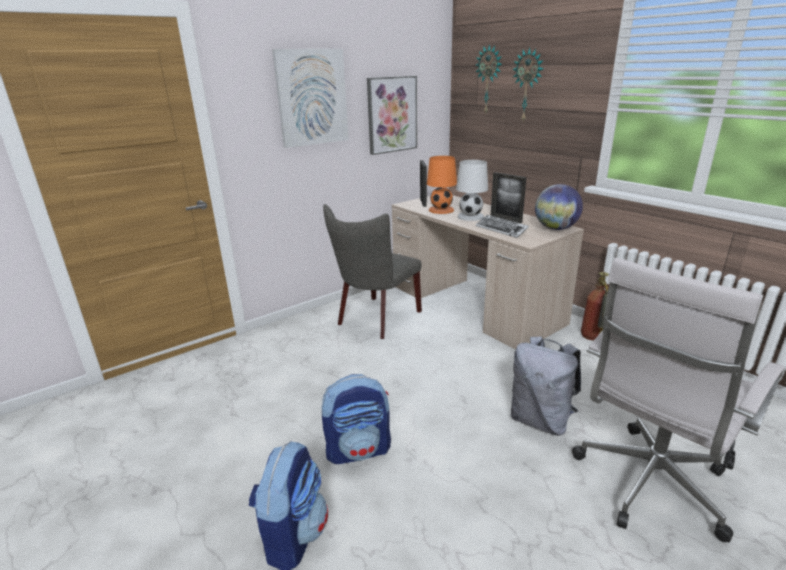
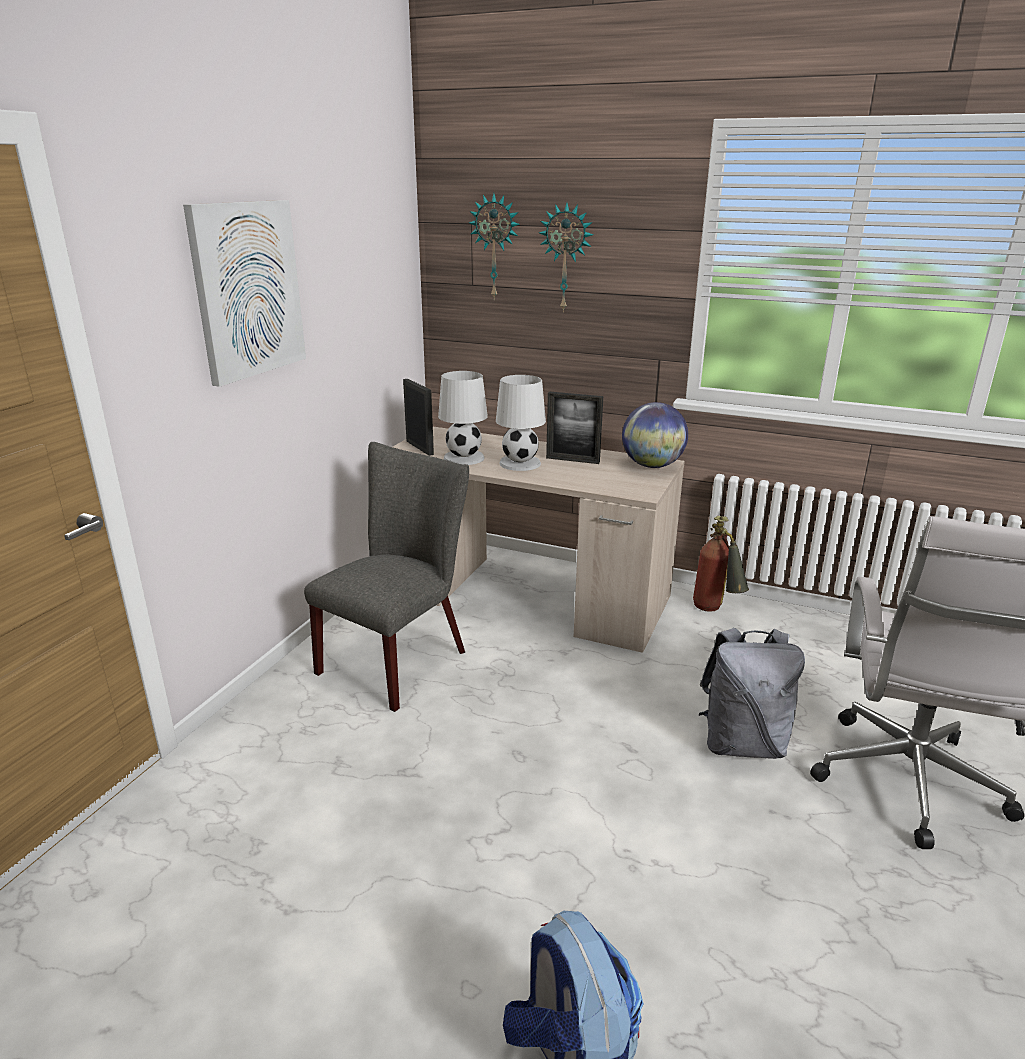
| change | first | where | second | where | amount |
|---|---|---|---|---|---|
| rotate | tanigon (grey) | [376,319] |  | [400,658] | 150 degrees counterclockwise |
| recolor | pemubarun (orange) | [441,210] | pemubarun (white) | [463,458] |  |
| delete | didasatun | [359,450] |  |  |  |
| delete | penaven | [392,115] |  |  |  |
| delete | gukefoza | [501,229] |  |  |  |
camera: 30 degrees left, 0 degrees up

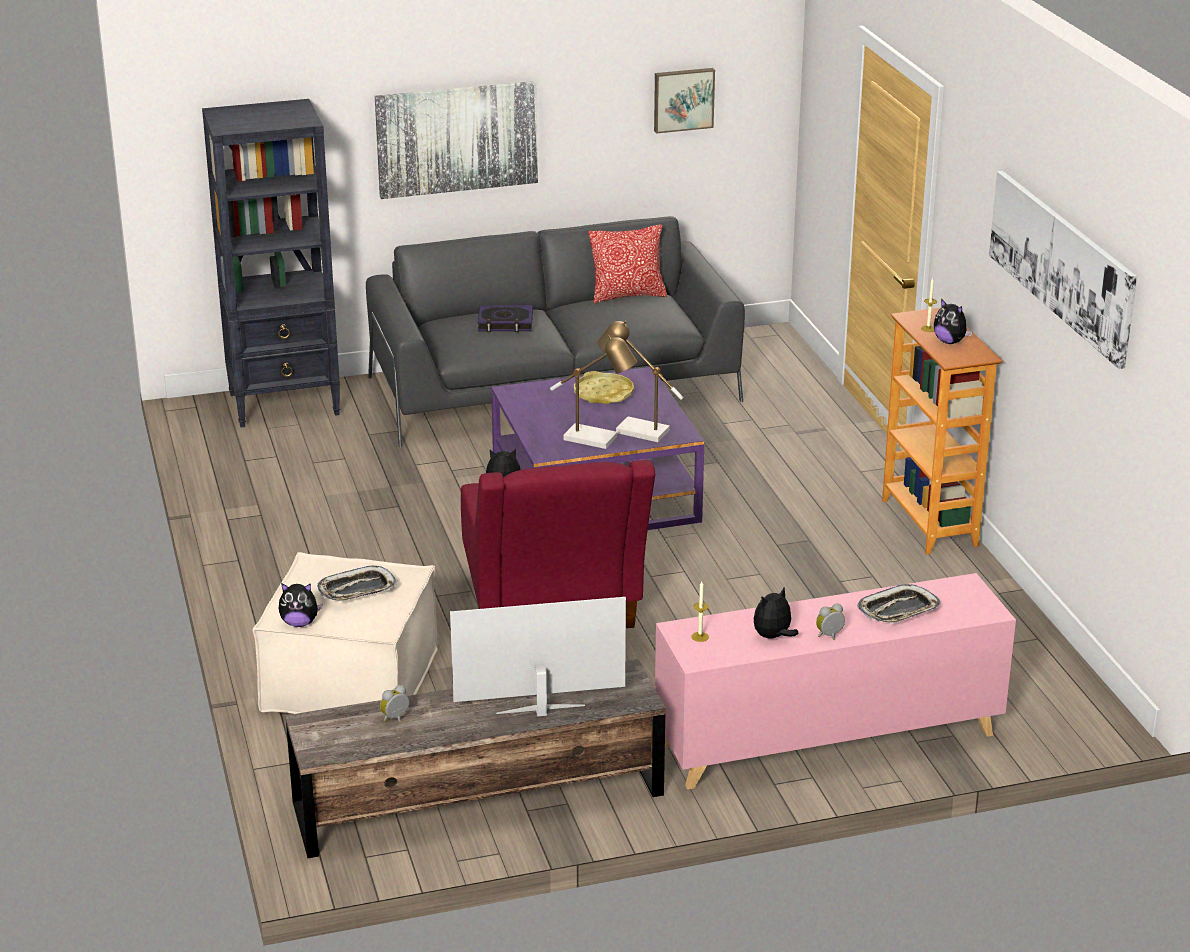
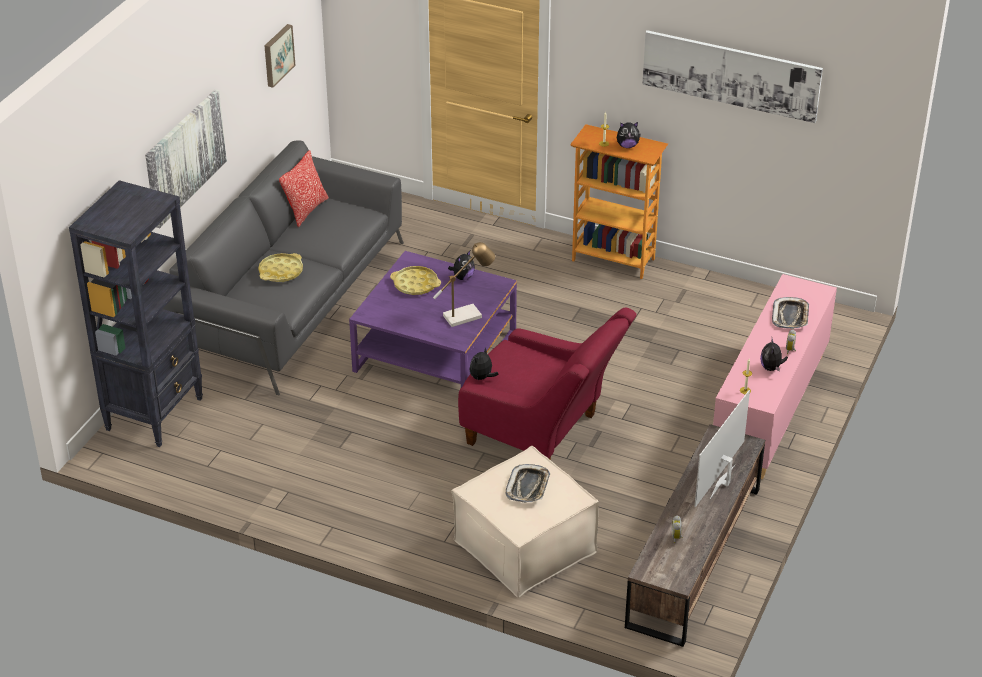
| change | first | where | second | where | amount |
|---|---|---|---|---|---|
| replace | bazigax | [505,323] | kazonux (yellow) | [281,271] |  |
| move | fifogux | [299,623] |  | [462,277] |  |
| delete | pemubarun | [635,430] |  |  |  |
camera: 50 degrees left, 10 degrees up

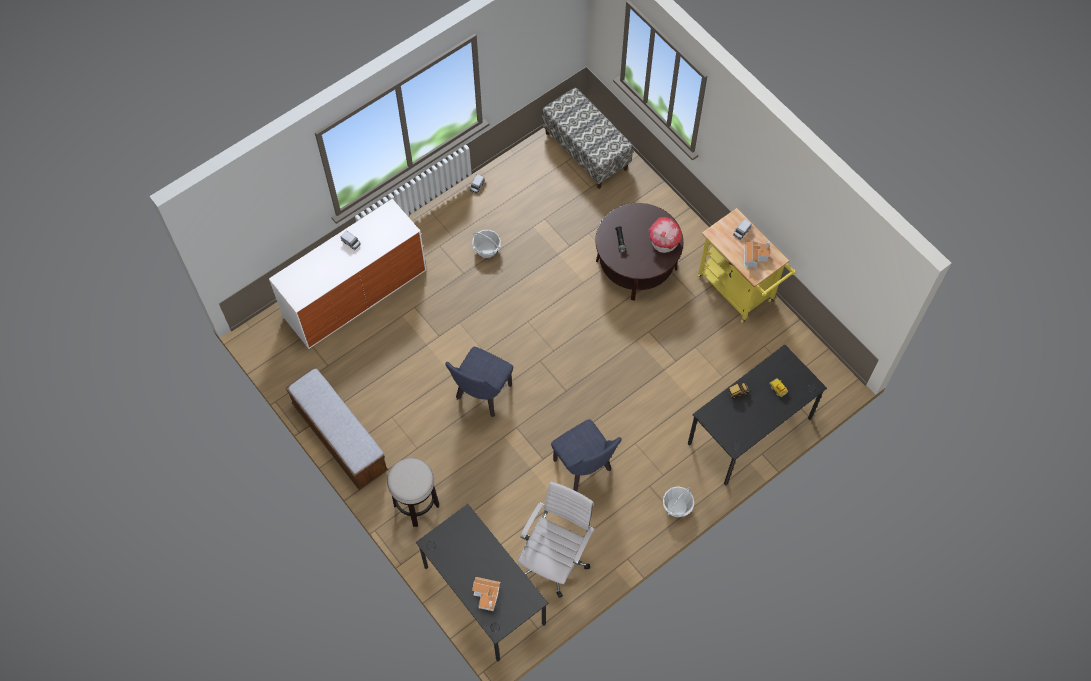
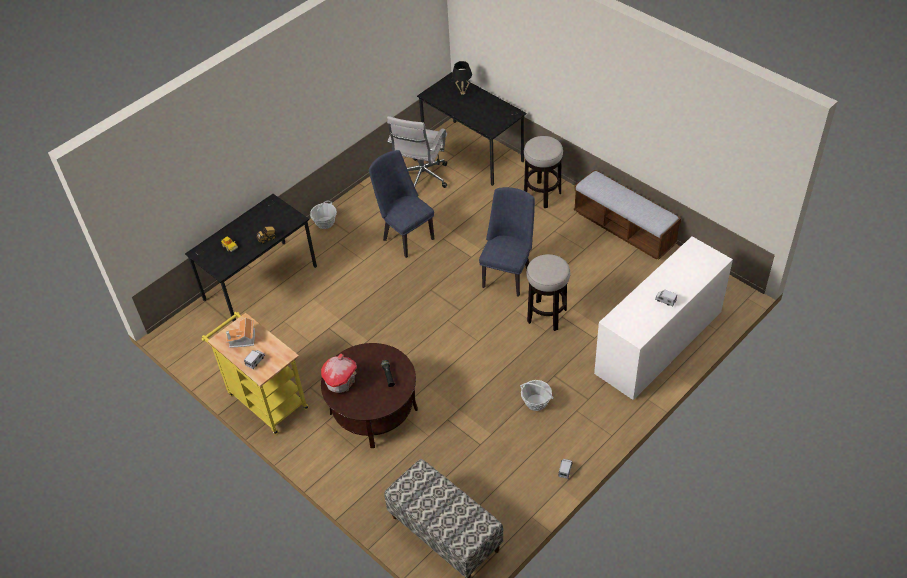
| change | first | where | second | where | amount |
|---|---|---|---|---|---|
| replace | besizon | [487,596] | pemubarun (black) | [463,93] |  |
| insert |  |  | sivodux | [547,315] |  |
camera: 175 degrees right, 15 degrees down

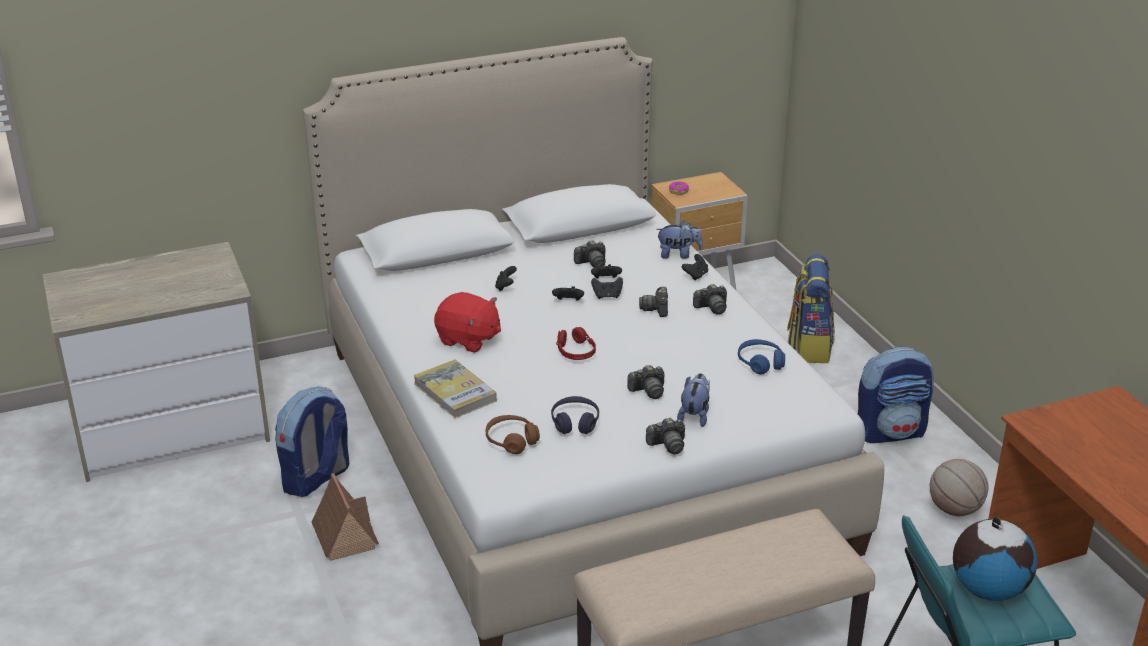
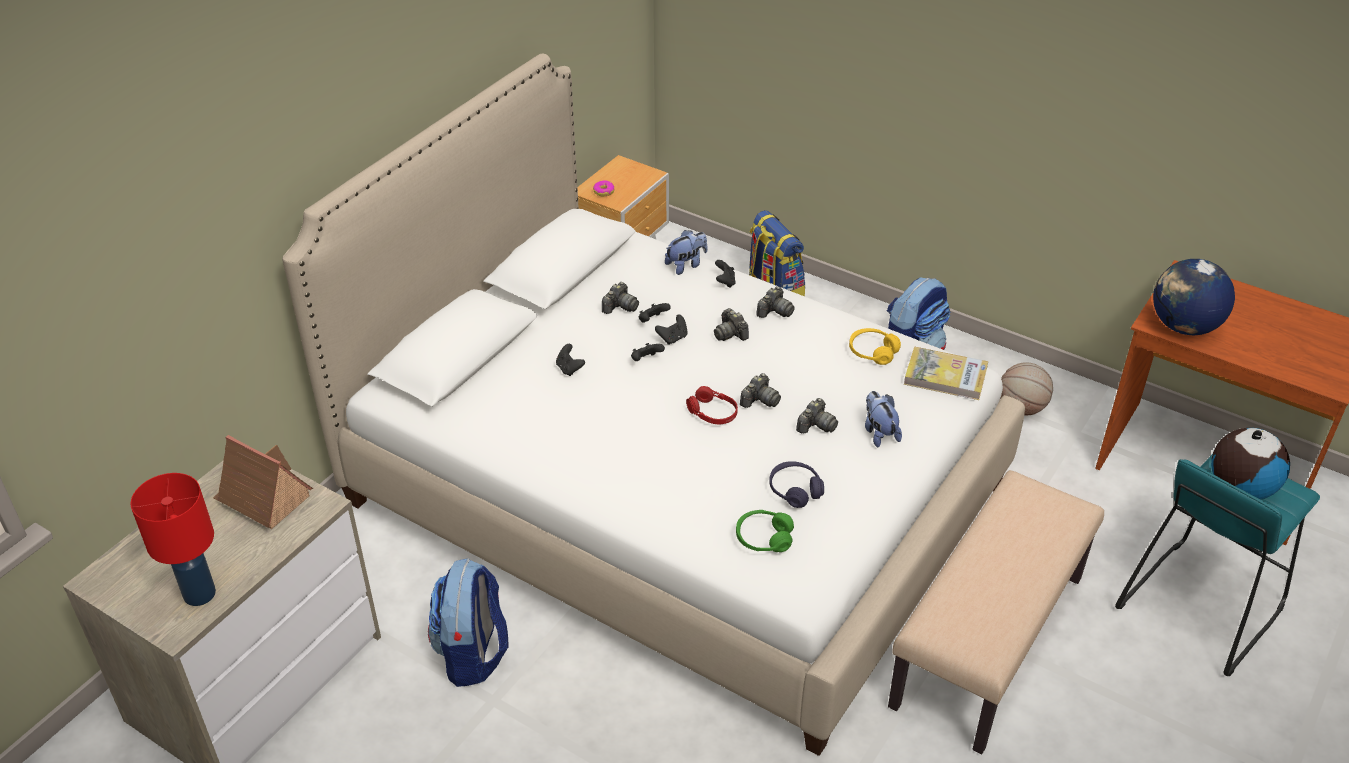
| change | first | where | second | where | amount |
|---|---|---|---|---|---|
| insert |  |  | pemubarun (red) | [198,593] |  |
| move | besizon | [344,535] |  | [263,498] |  |
| recolor | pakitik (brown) | [511,441] | pakitik (green) | [764,538] |  |
| move | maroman | [667,445] |  | [760,400] |  |
| recolor | pakitik (blue) | [760,363] | pakitik (yellow) | [872,352] |  |
| move | bazigax | [455,392] |  | [945,376] |  |
| insert |  |  | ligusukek | [1183,326] |  |
| delete | fifogux (red) | [468,339] |  |  |  |
camera: 35 degrees left, 10 degrees up

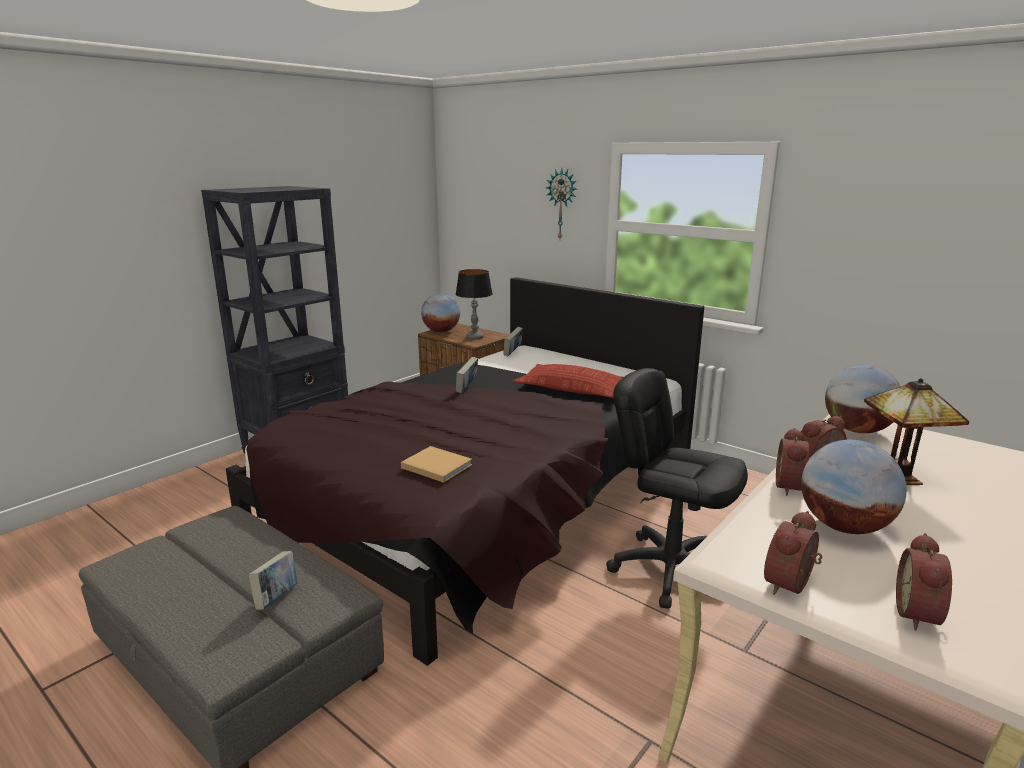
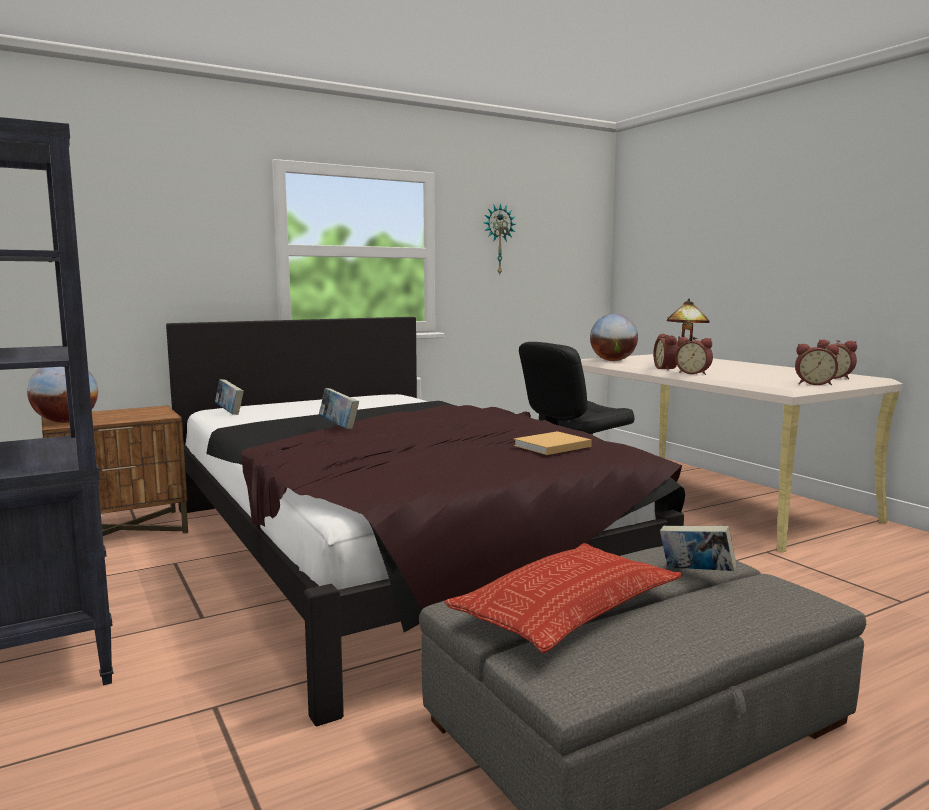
| change | first | where | second | where | amount |
|---|---|---|---|---|---|
| move | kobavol | [573,389] |  | [567,608] |  |
| move | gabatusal | [562,204] |  | [498,239] |  |
| rotate | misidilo | [791,585] |  | [814,384] | 45 degrees counterclockwise |
| delete | pemubarun | [475,337] |  |  |  |
| delete | ligusukek | [844,527] |  |  |  |
camera: 70 degrees left, 10 degrees down

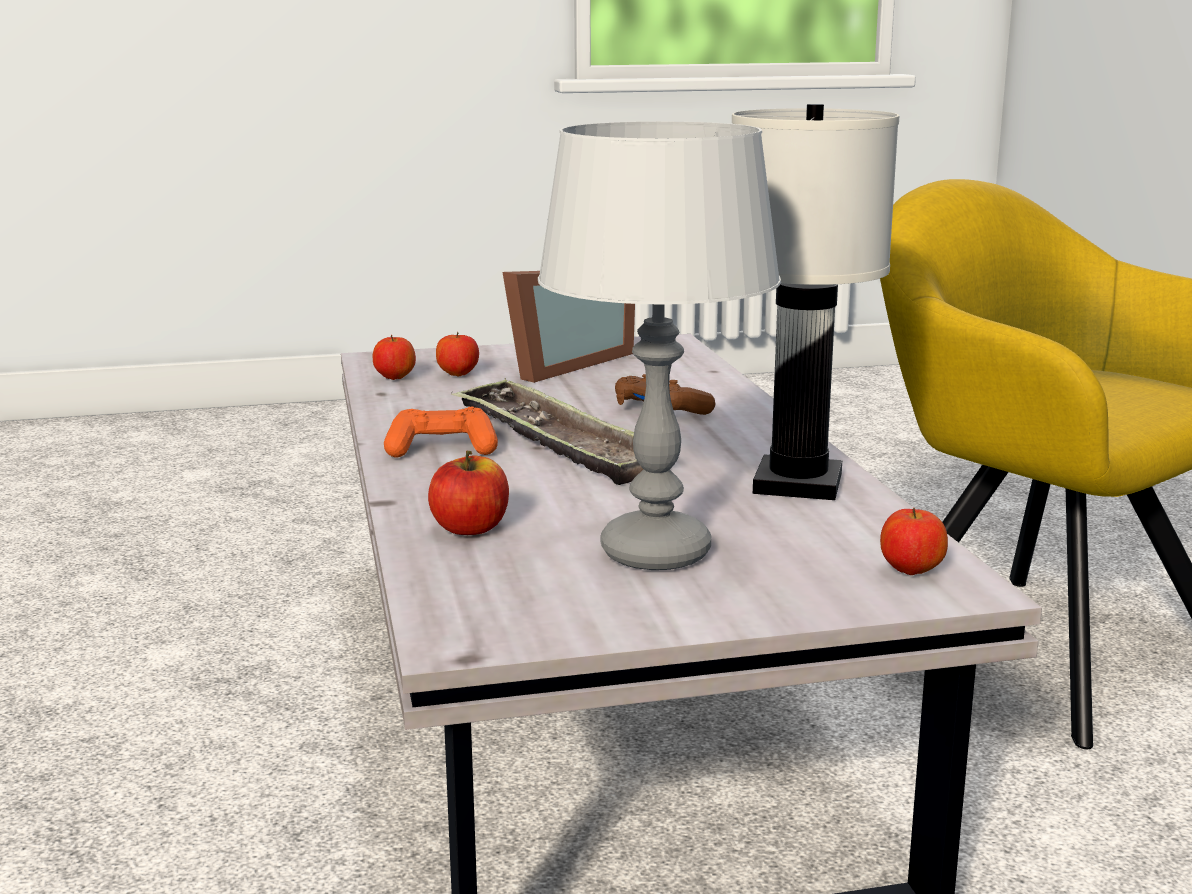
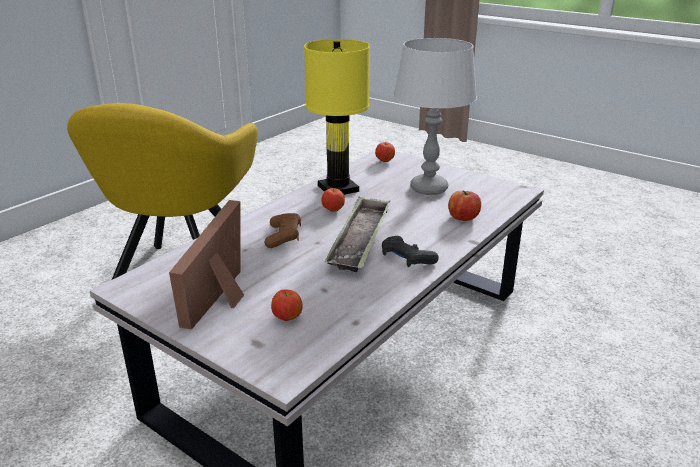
| change | first | where | second | where | amount |
|---|---|---|---|---|---|
| rotate | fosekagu | [561,365] |  | [225,296] | 75 degrees counterclockwise |
| recolor | pemubarun (white) | [799,484] | pemubarun (yellow) | [338,188] |  |
| move | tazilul | [395,378] |  | [333,210] |  |
| recolor | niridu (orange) | [442,448] | niridu (black) | [407,259] |  |
camera: 130 degrees left, 10 degrees up

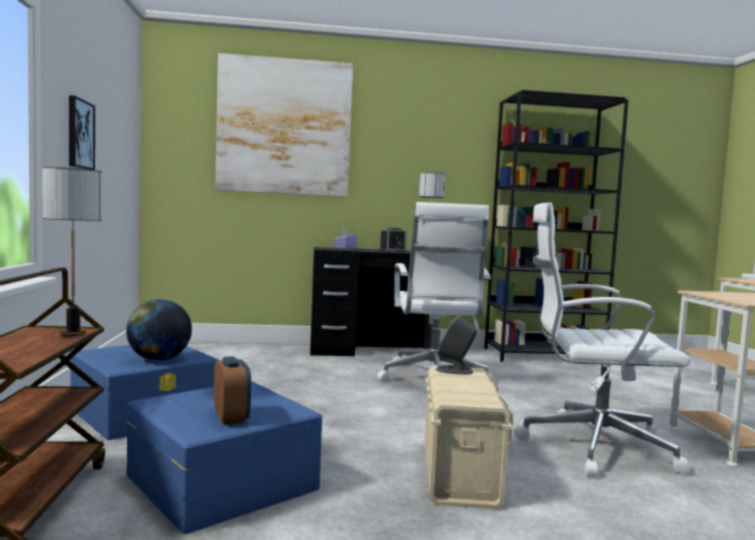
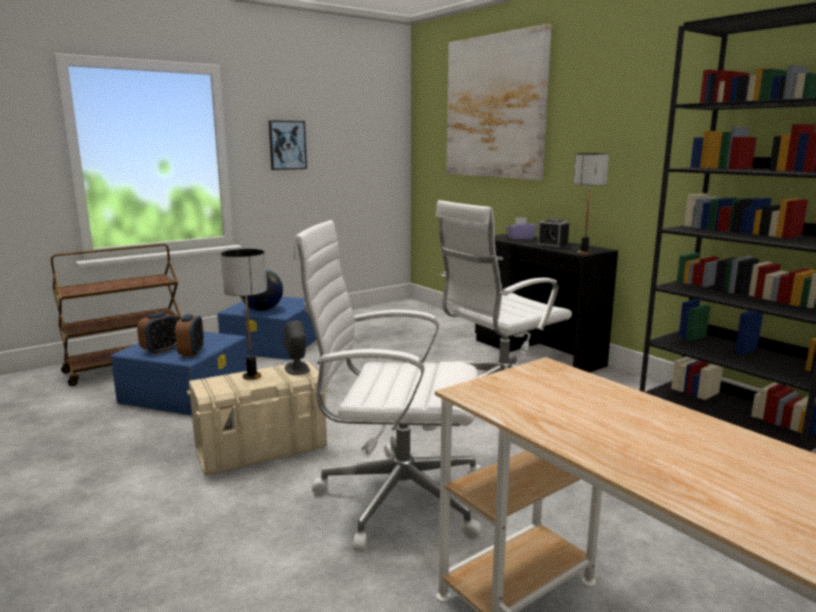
| change | first | where | second | where | amount |
|---|---|---|---|---|---|
| insert |  |  | misidilo | [191,352] |  |
| move | pemubarun | [72,334] |  | [251,376] |  |
| rotate | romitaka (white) | [591,446] |  | [396,497] | 60 degrees counterclockwise |
camera: 60 degrees right, 10 degrees up

